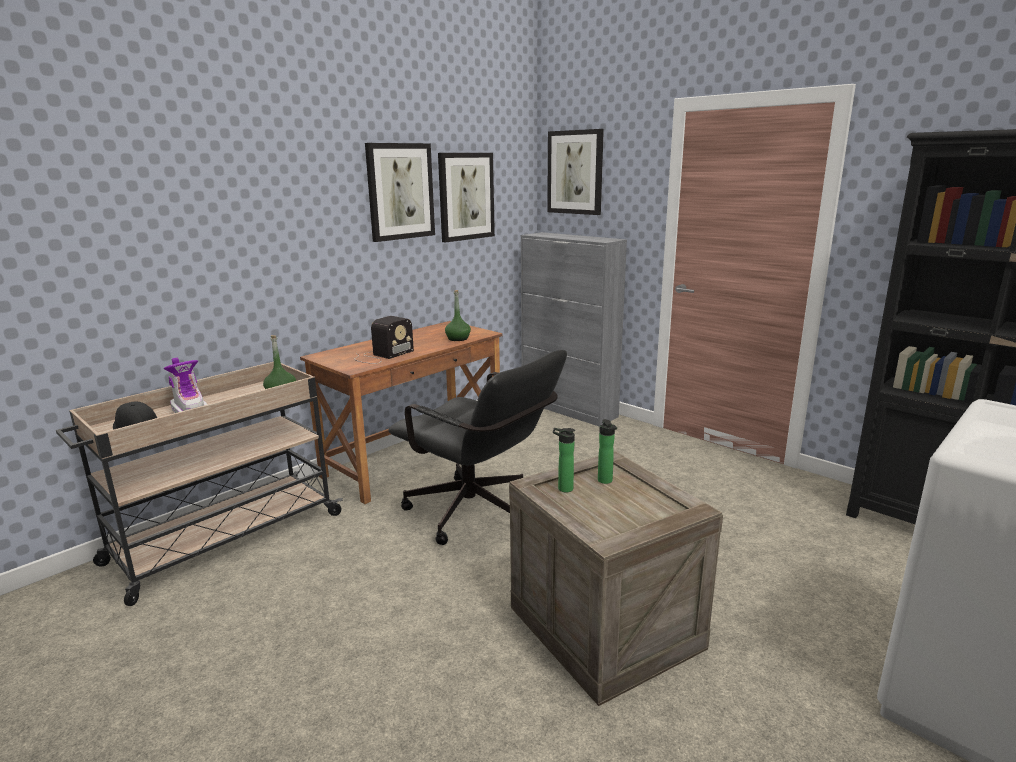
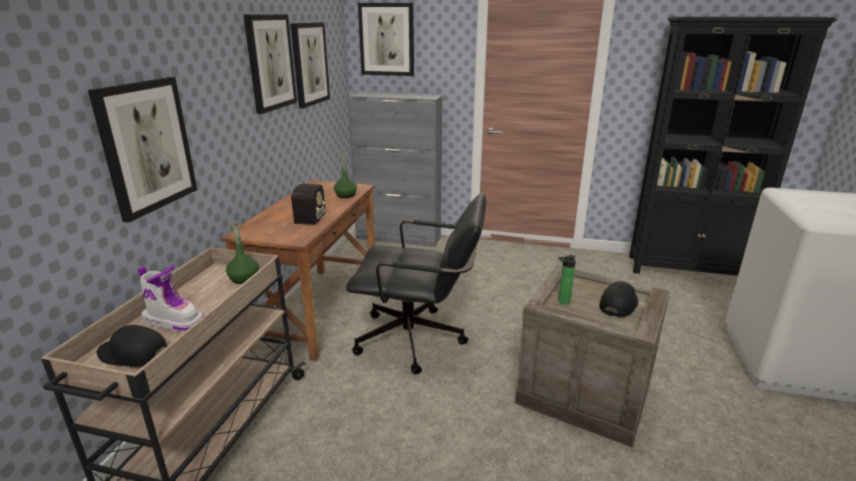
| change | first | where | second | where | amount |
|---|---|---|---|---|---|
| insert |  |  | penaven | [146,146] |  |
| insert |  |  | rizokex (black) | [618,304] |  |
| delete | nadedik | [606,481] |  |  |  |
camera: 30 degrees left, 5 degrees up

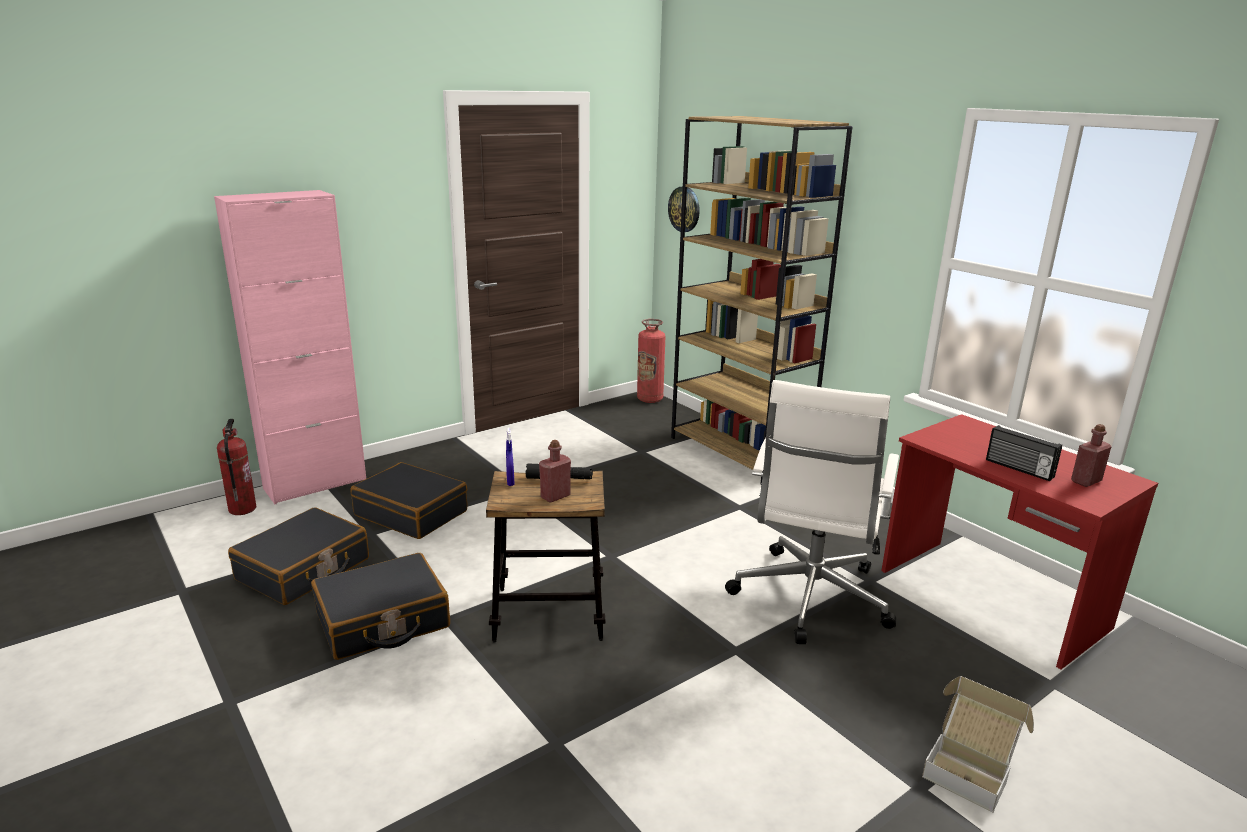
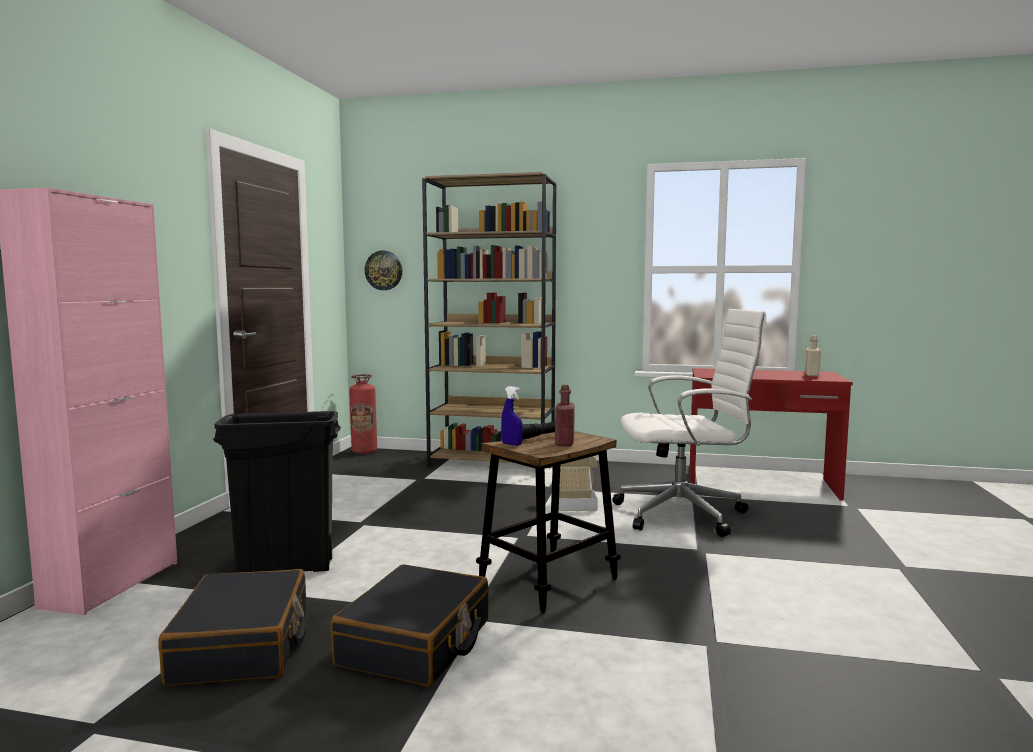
| change | first | where | second | where | amount |
|---|---|---|---|---|---|
| replace | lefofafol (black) | [412,513] | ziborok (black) | [285,568] |  |
| move | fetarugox | [970,769] |  | [574,503] |  |
| rotate | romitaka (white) | [809,599] |  | [684,514] | 75 degrees counterclockwise |
| recolor | nadedik (red) | [1086,481] | nadedik (beige) | [812,375] |  |
| delete | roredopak | [242,509] |  |  |  |
| delete | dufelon | [1018,469] |  |  |  |
camera: 40 degrees left, 15 degrees down

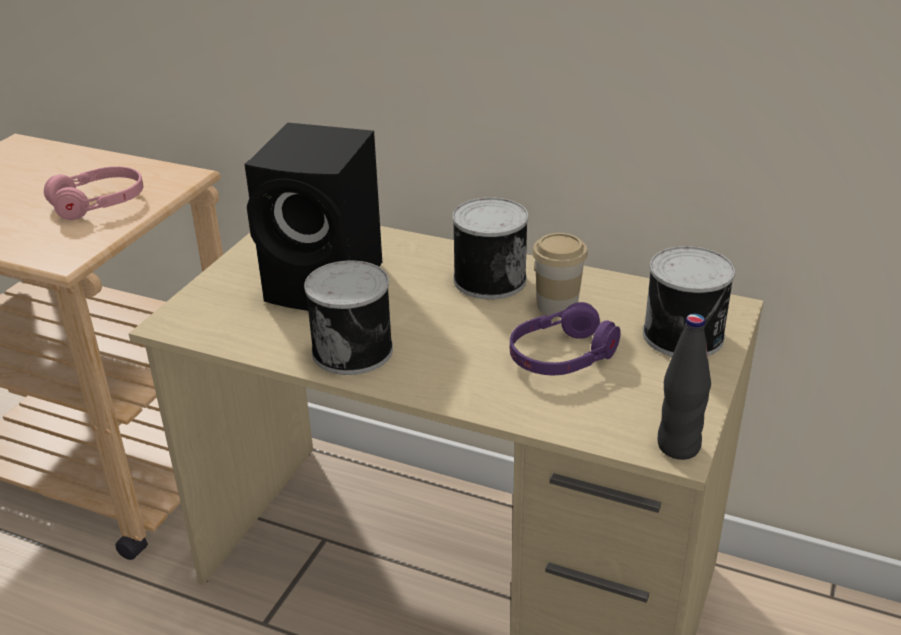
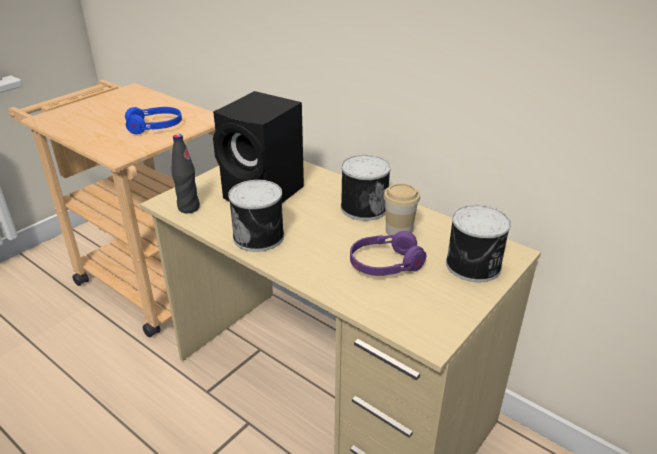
| change | first | where | second | where | amount |
|---|---|---|---|---|---|
| recolor | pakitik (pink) | [99,203] | pakitik (blue) | [155,127] |  |
| move | nadedik (black) | [678,446] |  | [188,208] |  |
camera: 15 degrees right, 0 degrees up

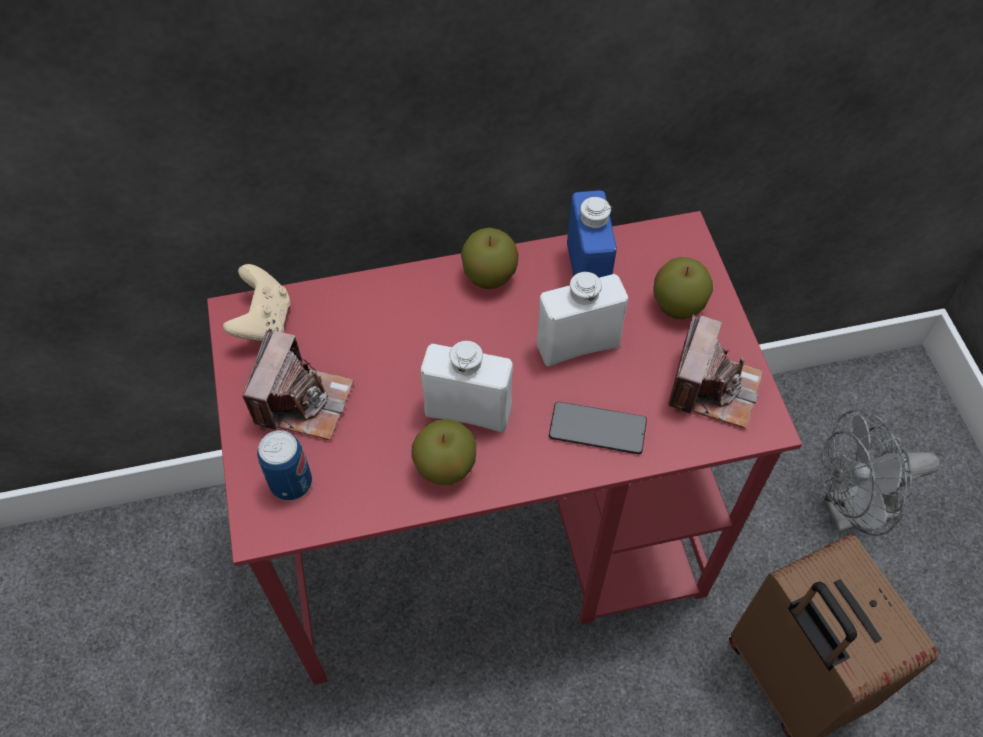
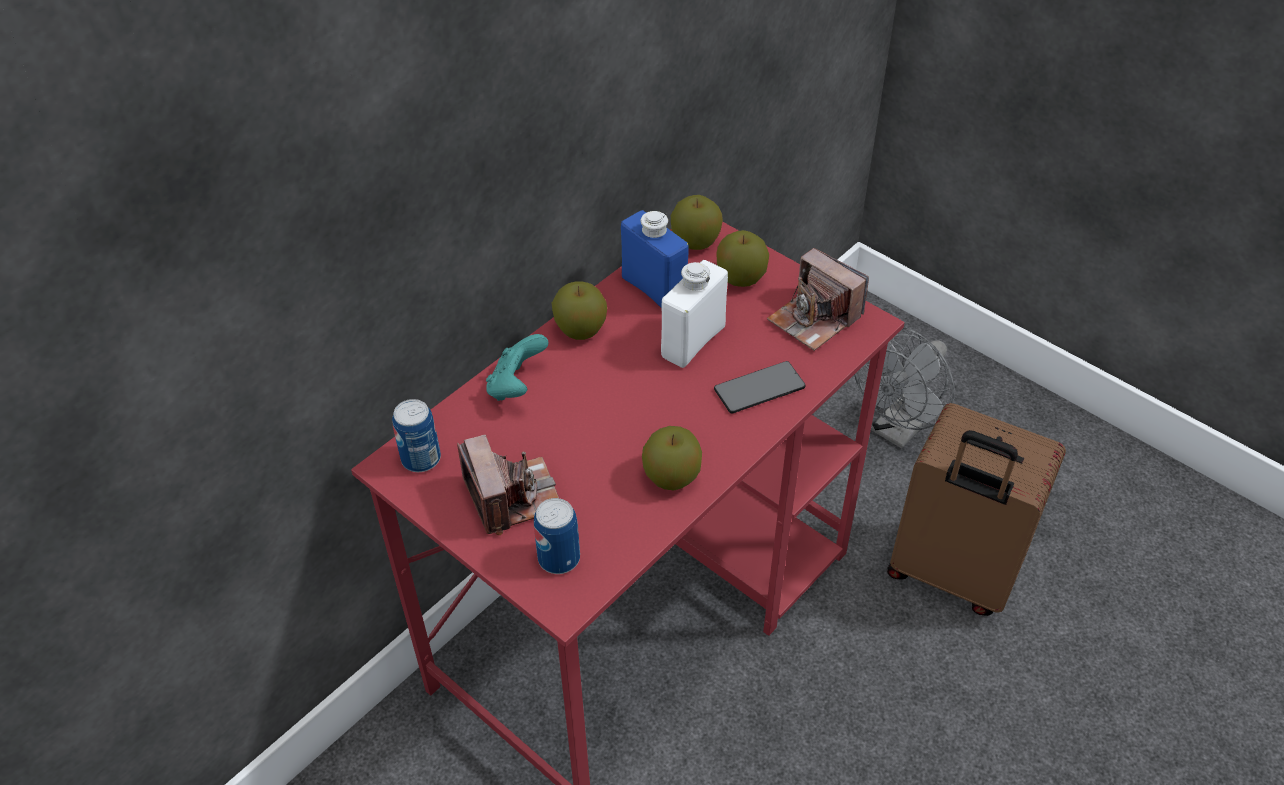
| change | first | where | second | where | amount |
|---|---|---|---|---|---|
| replace | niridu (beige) | [263,322] | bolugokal | [421,459] |  |
| insert |  |  | niridu (turquoise) | [517,386] |  |
| insert |  |  | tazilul | [695,242] |  |
| rotate | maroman | [712,388] |  | [814,319] | 150 degrees clockwise |
| delete | nadedik (white) | [468,411] |  |  |  |
camera: 35 degrees left, 10 degrees down

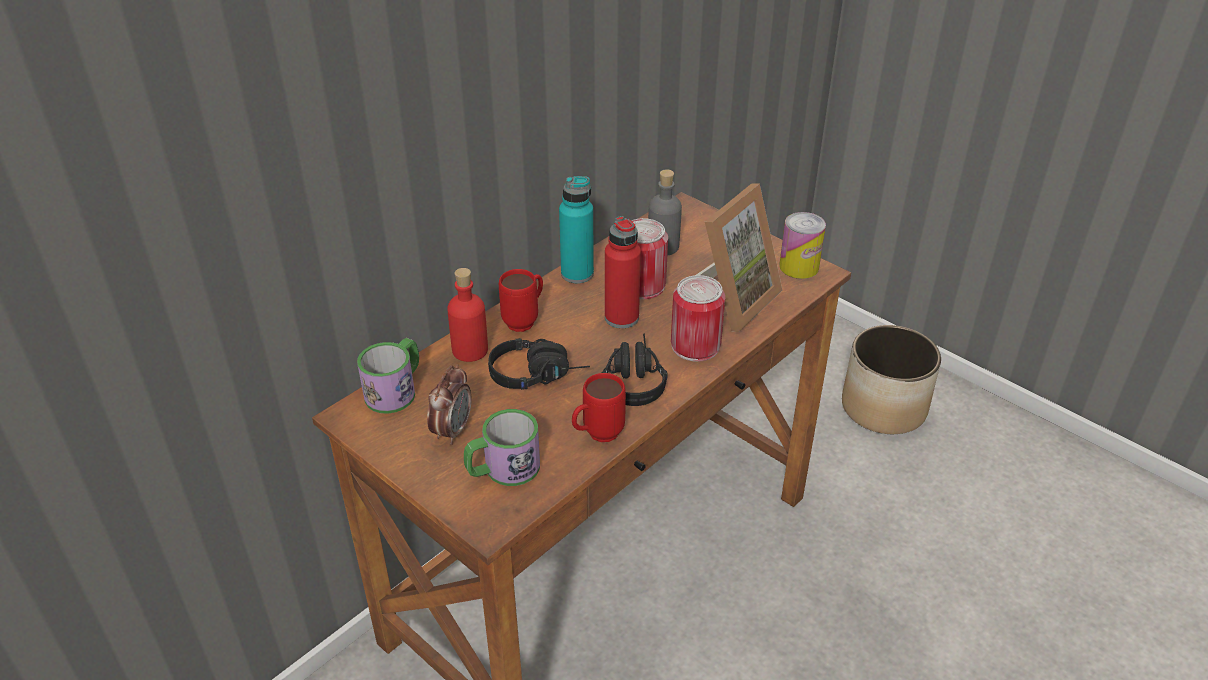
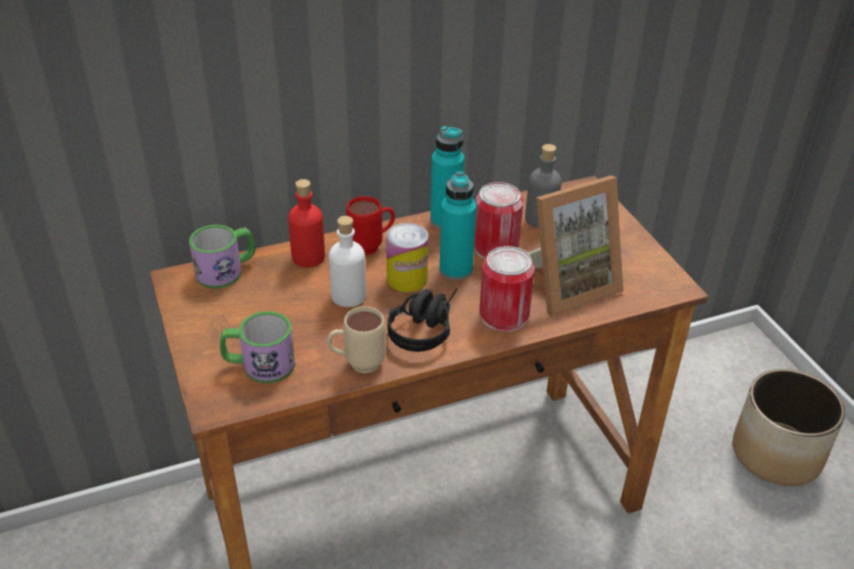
| change | first | where | second | where | amount |
|---|---|---|---|---|---|
| recolor | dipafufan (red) | [596,436] | dipafufan (beige) | [357,364] |  |
| replace | pakitik (black) | [539,374] | nadedik (white) | [348,296] |  |
| move | bolugokal | [799,267] |  | [407,279] |  |
| recolor | nadedik (red) | [621,318] | nadedik (turquoise) | [456,270] |  |
| delete | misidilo | [452,430] |  |  |  |
camera: 25 degrees right, 0 degrees up

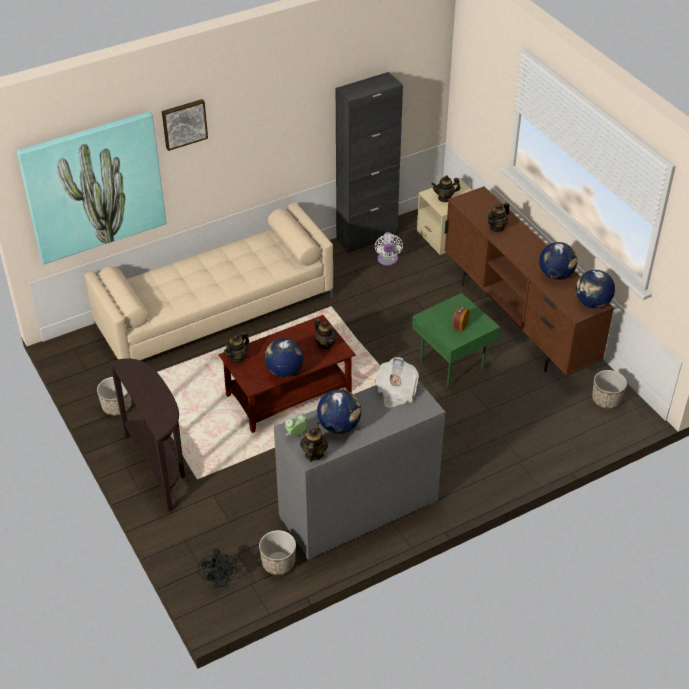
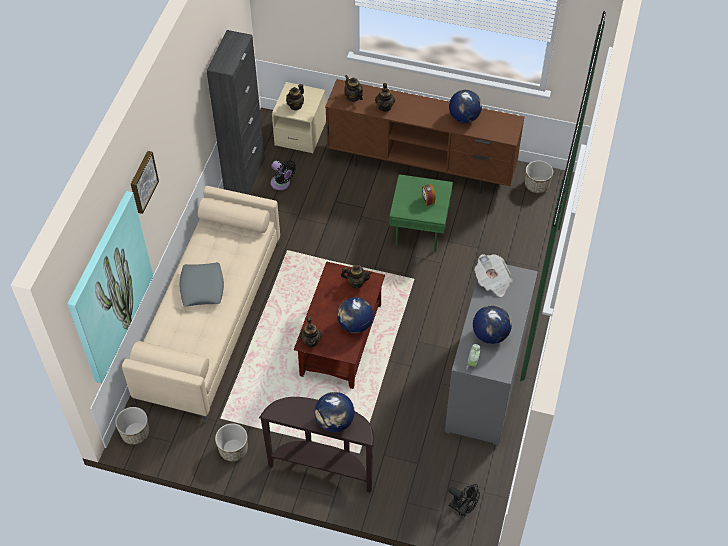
| change | first | where | second | where | amount |
|---|---|---|---|---|---|
| move | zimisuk | [278,563] |  | [135,433] |  |
| insert |  |  | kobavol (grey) | [202,287] |  |
| recolor | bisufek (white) | [387,260] | bisufek (black) | [282,184] |  |
| move | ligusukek | [592,303] |  | [335,421] |  |
| move | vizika | [313,454] |  | [353,97] |  |
camera: 45 degrees left, 10 degrees up

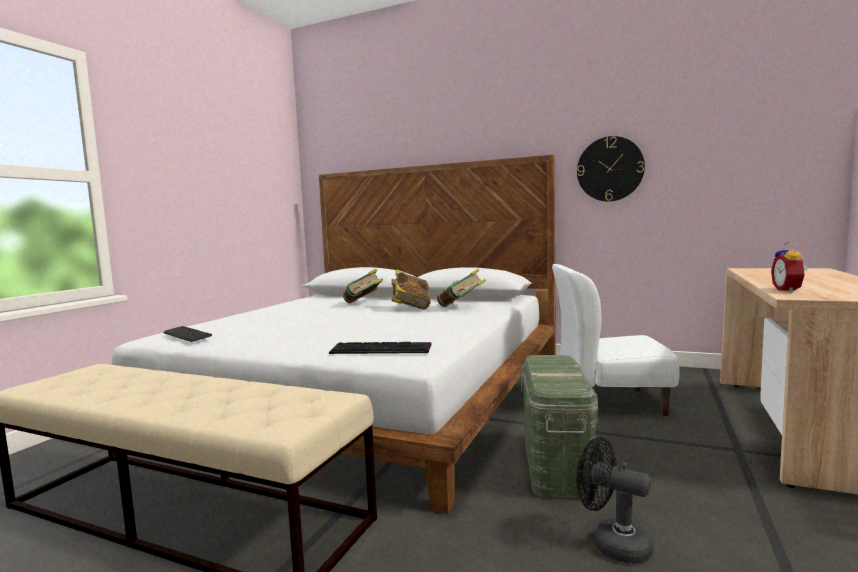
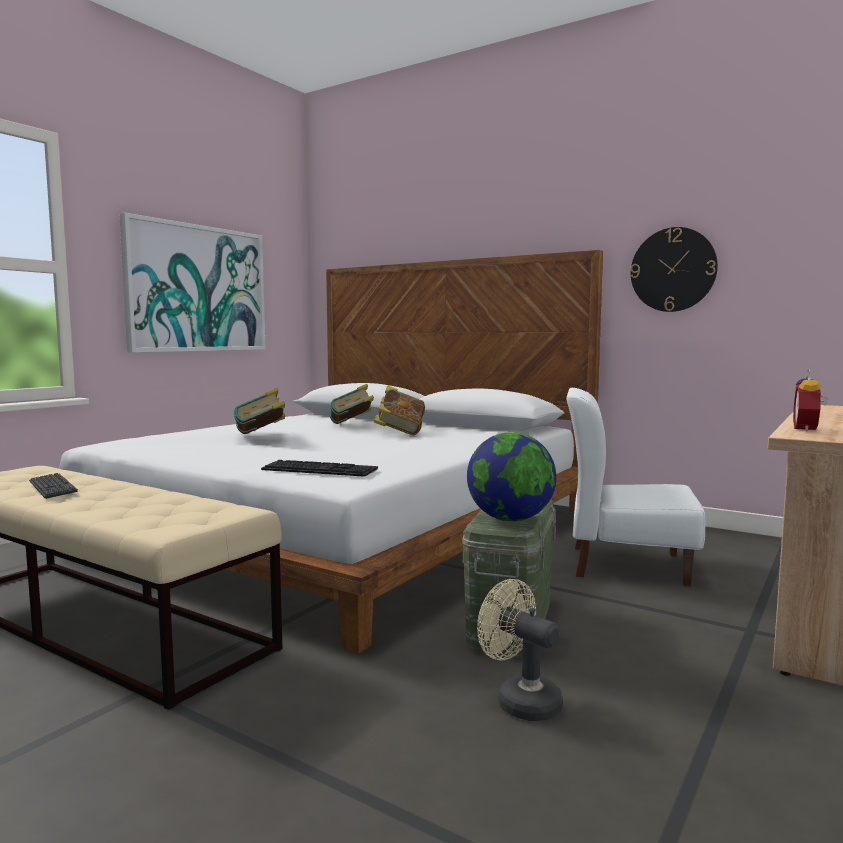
| change | first | where | second | where | amount |
|---|---|---|---|---|---|
| move | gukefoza | [187,335] |  | [52,488] |  |
| insert |  |  | penaven | [197,288] |  |
| move | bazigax | [461,307] |  | [261,436] |  |
| insert |  |  | ligusukek | [510,519] |  |
| recolor | bisufek (black) | [612,543] | bisufek (beige) | [520,700] |  |
camera: 10 degrees right, 0 degrees up

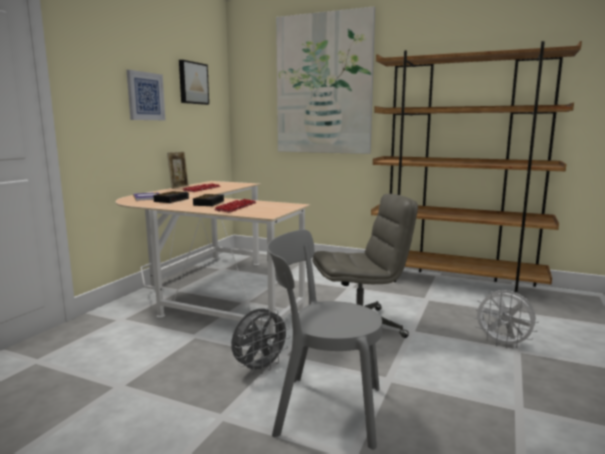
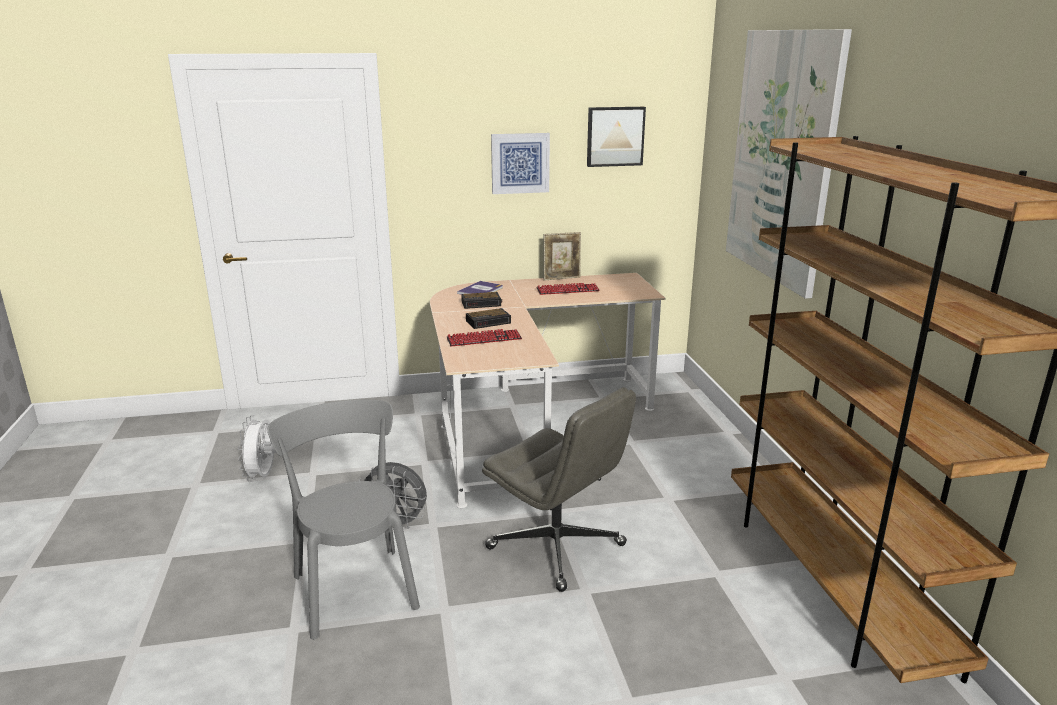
| change | first | where | second | where | amount |
|---|---|---|---|---|---|
| move | bisufek (white) | [503,344] |  | [263,476] |  |
camera: 55 degrees right, 10 degrees up

